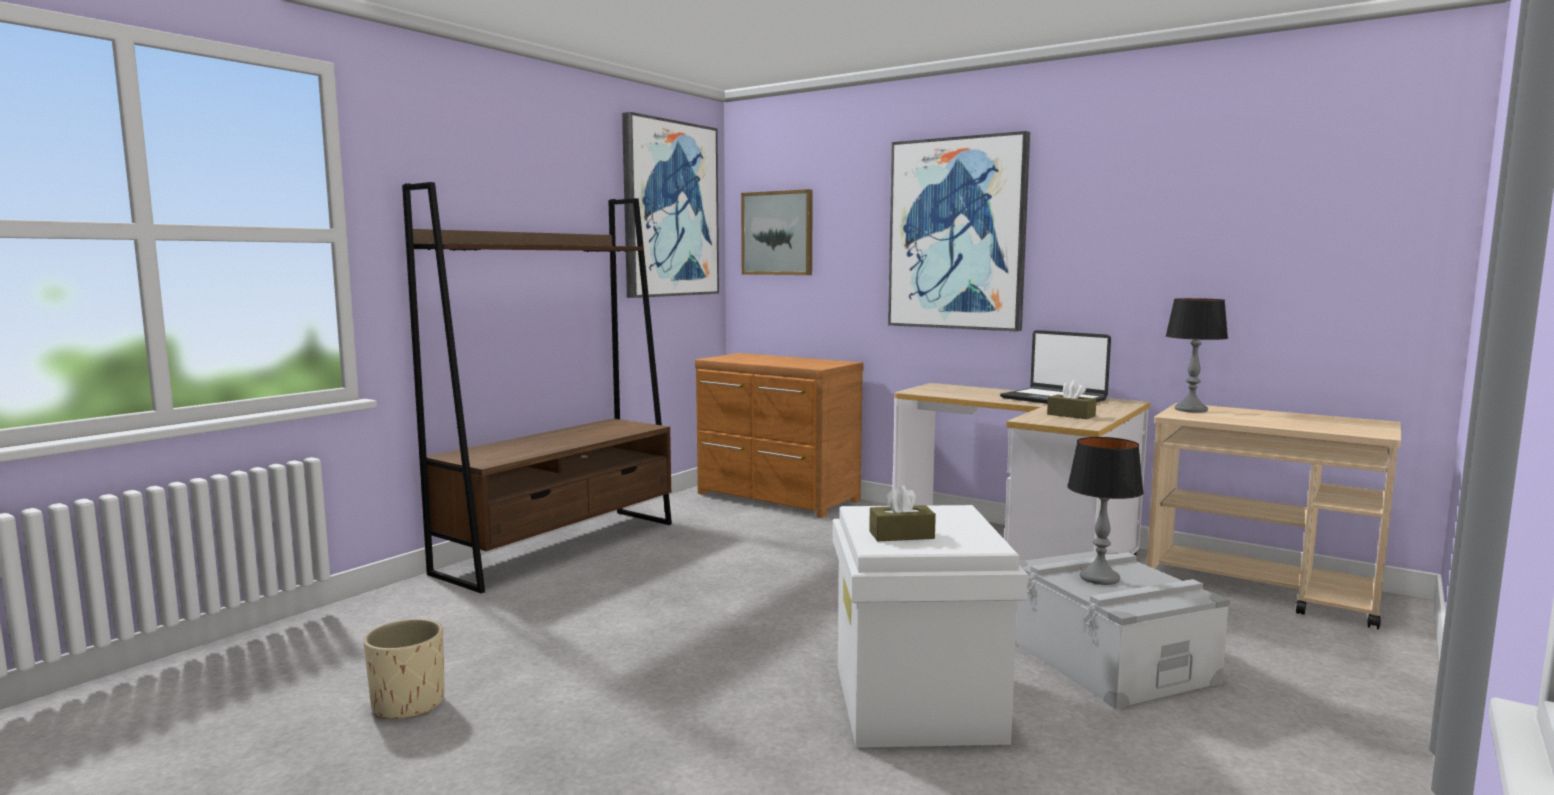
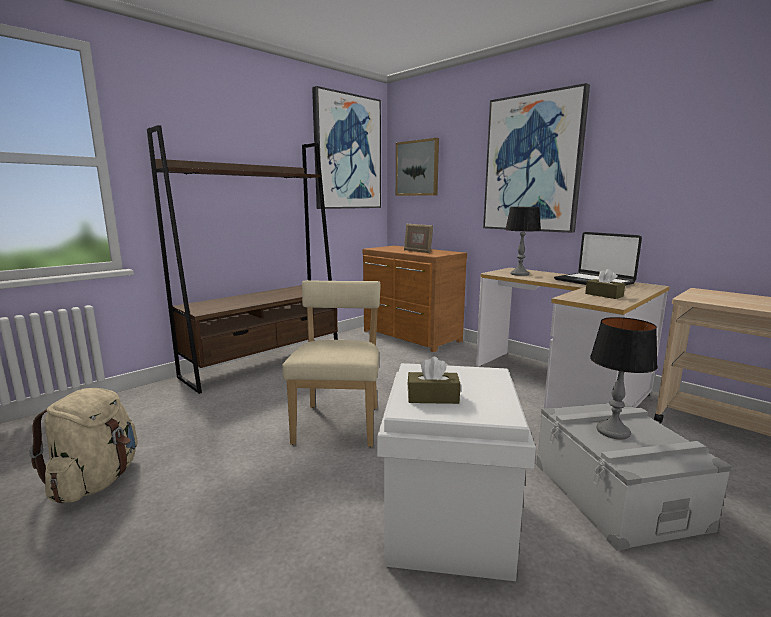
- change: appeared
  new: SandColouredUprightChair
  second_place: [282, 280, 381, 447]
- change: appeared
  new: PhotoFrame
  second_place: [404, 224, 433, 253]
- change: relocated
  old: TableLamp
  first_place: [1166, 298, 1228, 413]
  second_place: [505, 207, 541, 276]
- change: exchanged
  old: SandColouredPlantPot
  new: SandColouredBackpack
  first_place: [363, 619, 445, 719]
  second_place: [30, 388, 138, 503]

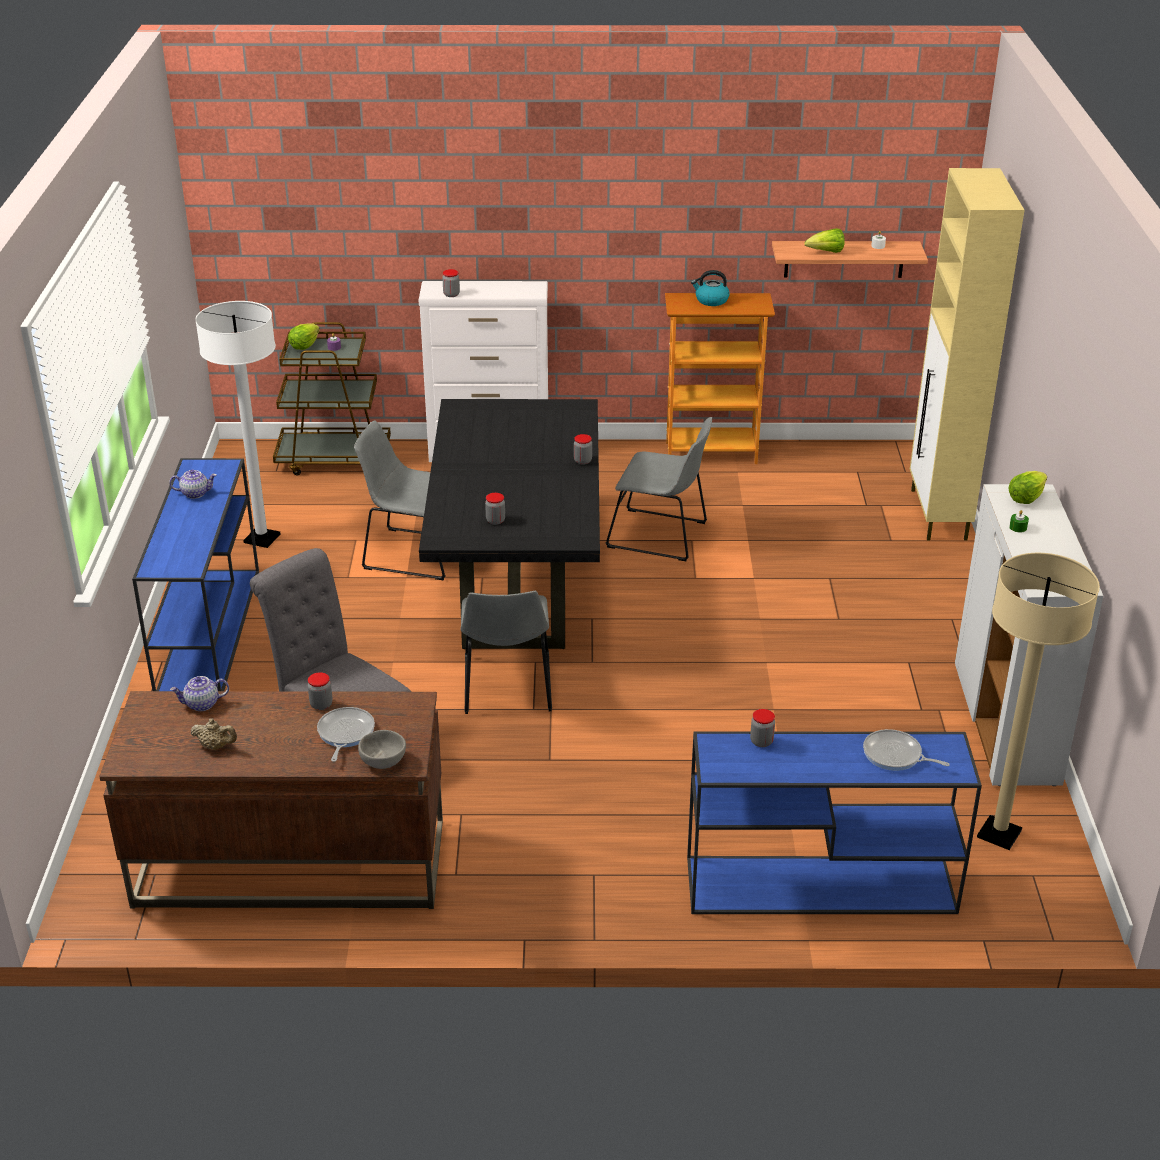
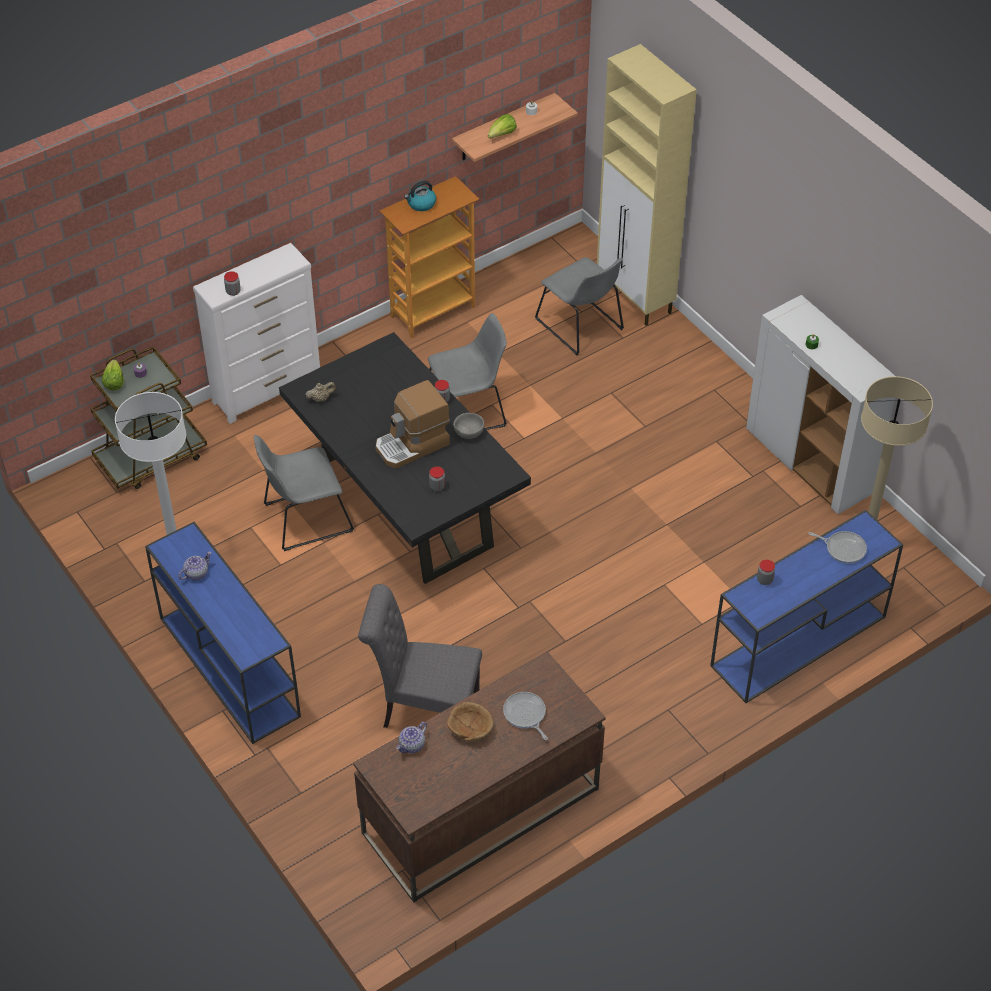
- change: missing
  old: PreserveJar
  first_place: [308, 672, 333, 710]
- change: missing
  old: HeadOfLettuce
  first_place: [1008, 471, 1047, 504]
- change: appeared
  new: CoffeeMachine
  second_place: [376, 380, 450, 469]
- change: appeared
  new: BrownishServingBowl
  second_place: [447, 702, 493, 742]
- change: relocated
  old: SandColouredTeapot
  first_place: [191, 718, 237, 750]
  second_place: [306, 382, 336, 402]
- change: relocated
  old: GreyServingBowl
  first_place: [358, 730, 406, 769]
  second_place: [453, 413, 484, 439]
- change: relocated
  old: GreyUprightChair
  first_place: [461, 591, 552, 714]
  second_place: [535, 257, 624, 355]
- change: spun
  old: FryingPan
  first_place: [863, 729, 950, 771]
  second_place: [808, 531, 867, 564]
  degrees: -150

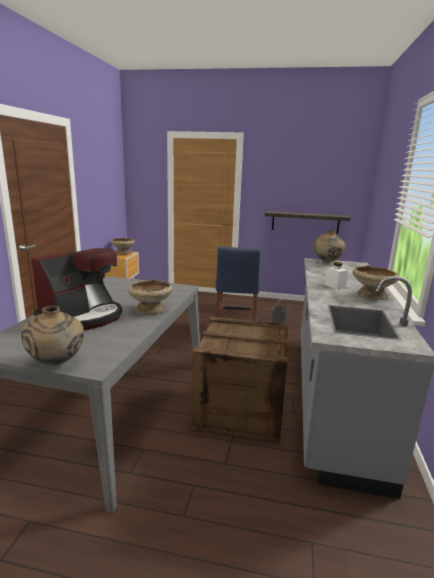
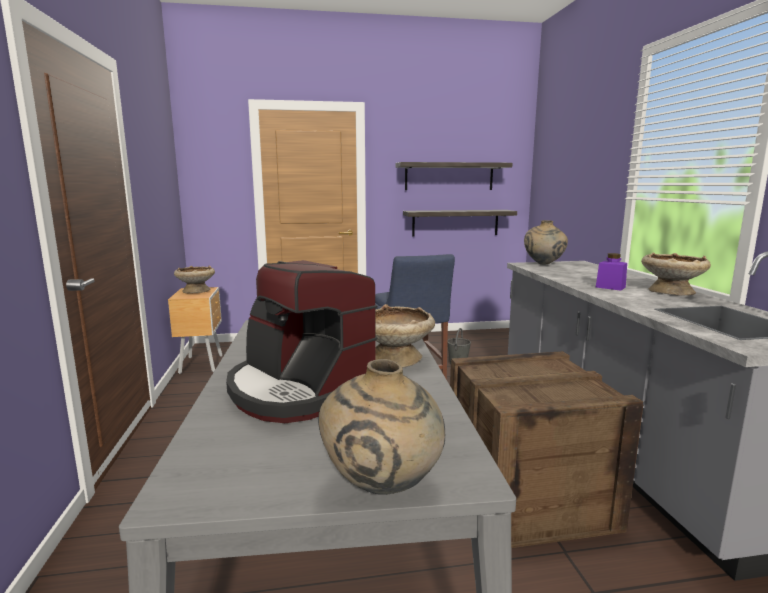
- change: appeared
  new: WallShelf
  second_place: [395, 162, 512, 190]
- change: colour
  old: WhitishPreserveJar
  new: PurplishPreserveJar
  first_place: [324, 262, 348, 289]
  second_place: [596, 253, 627, 291]
- change: spun
  old: CoffeeMachine
  first_place: [31, 248, 122, 330]
  second_place: [226, 260, 378, 423]
  degrees: 120

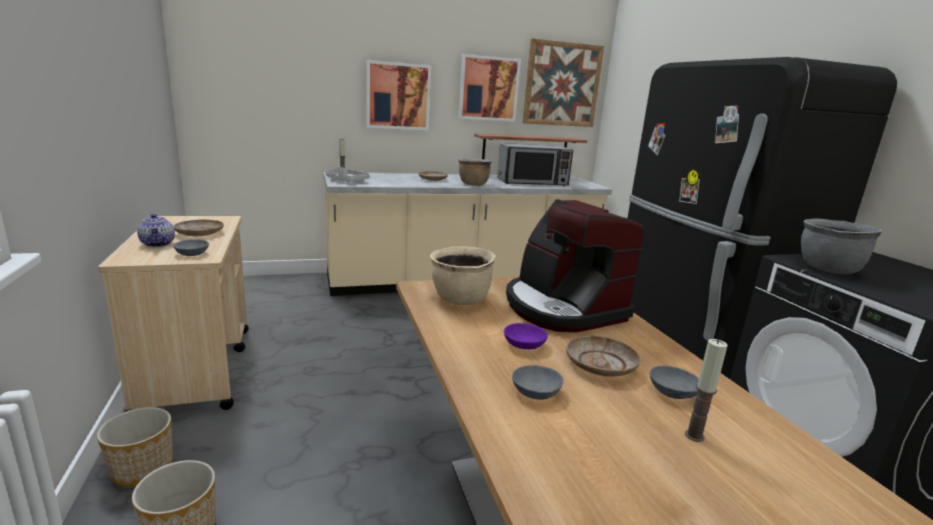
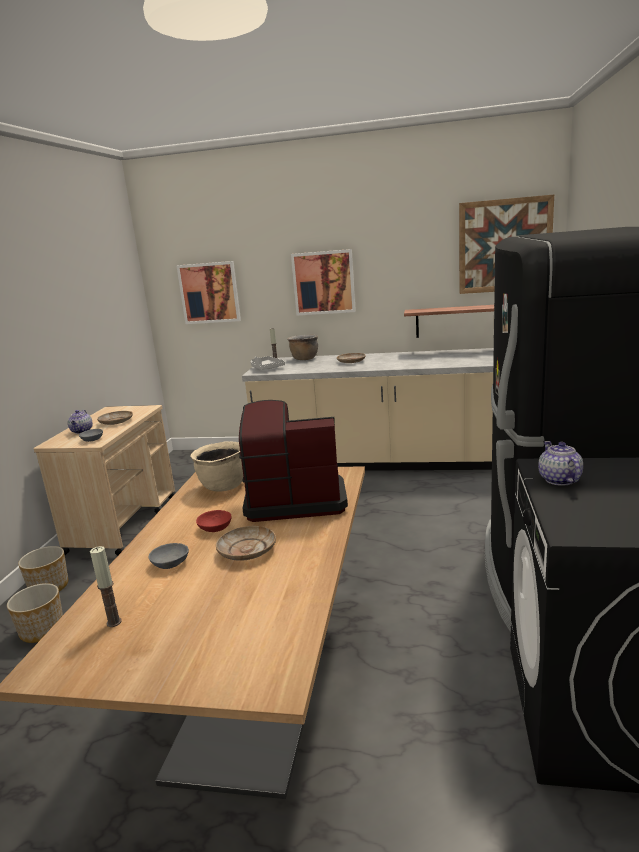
- change: missing
  old: MicrowaveOven
  first_place: [497, 143, 573, 186]
- change: missing
  old: GreyServingBowl
  first_place: [650, 366, 699, 399]
- change: relocated
  old: WallArt
  first_place: [458, 54, 521, 122]
  second_place: [177, 261, 241, 324]
- change: relocated
  old: BrownishSaucepot
  first_place: [458, 158, 492, 186]
  second_place: [287, 335, 318, 360]
- change: relocated
  old: WaxCandle
  first_place: [685, 339, 728, 442]
  second_place: [90, 546, 122, 627]
- change: exchanged
  old: GreySaucepot
  new: Teapot
  first_place: [801, 219, 882, 274]
  second_place: [538, 441, 583, 486]
- change: colour
  old: PurplishServingBowl
  new: ReddishServingBowl
  first_place: [504, 323, 548, 350]
  second_place: [196, 510, 232, 532]
- change: spun
  old: CoffeeMachine
  first_place: [506, 199, 644, 332]
  second_place: [239, 400, 348, 522]
  degrees: 90

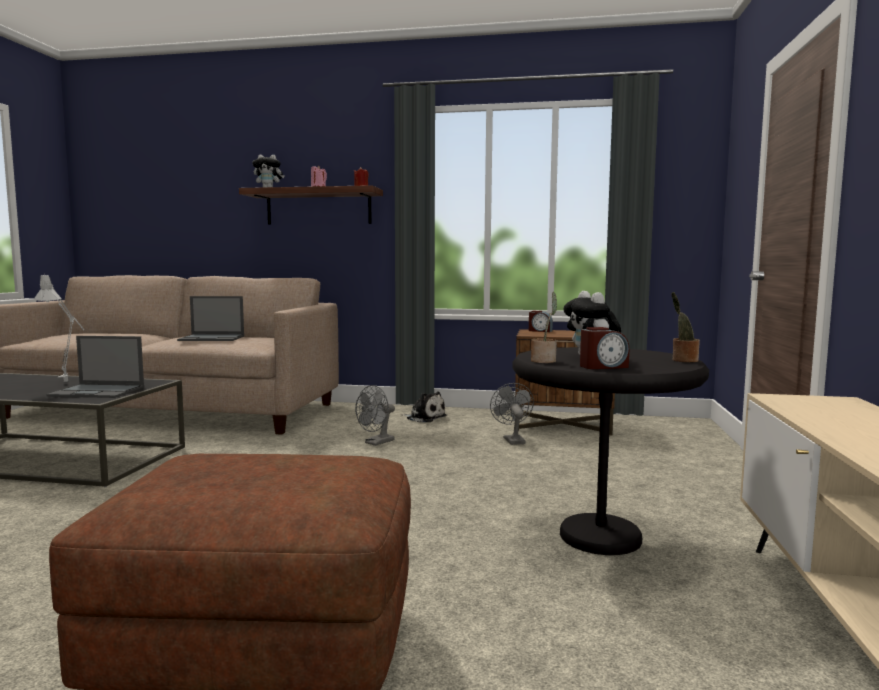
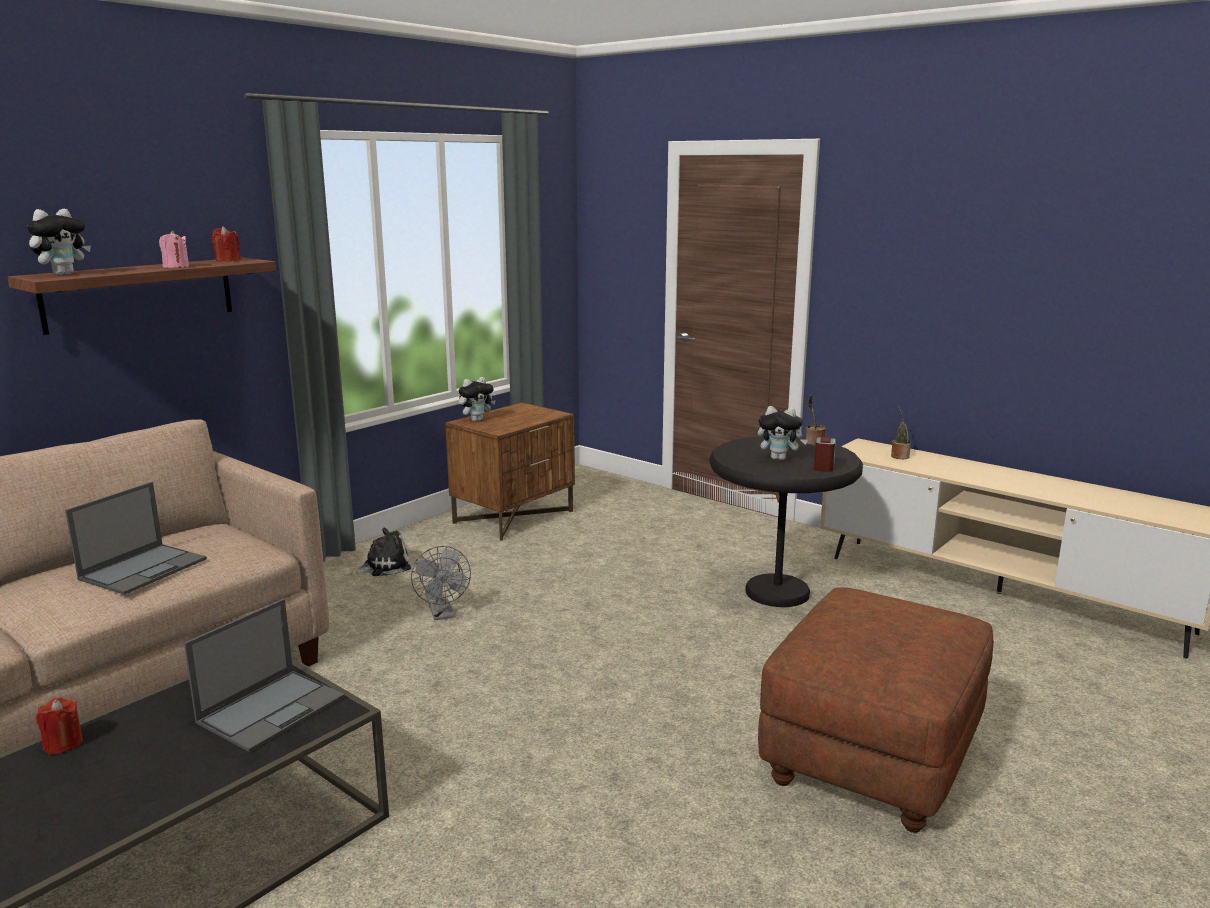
- change: missing
  old: GreyTableLamp
  first_place: [34, 273, 84, 382]
- change: missing
  old: GreyCoolingFan
  first_place: [490, 383, 534, 445]
- change: appeared
  new: ReddishWaxCandle
  second_place: [36, 698, 83, 755]
- change: relocated
  old: PlantInAPot
  first_place: [531, 292, 557, 363]
  second_place: [891, 407, 911, 459]
- change: exchanged
  old: TableClock
  new: SoftToy
  first_place: [529, 311, 553, 332]
  second_place: [459, 377, 496, 422]

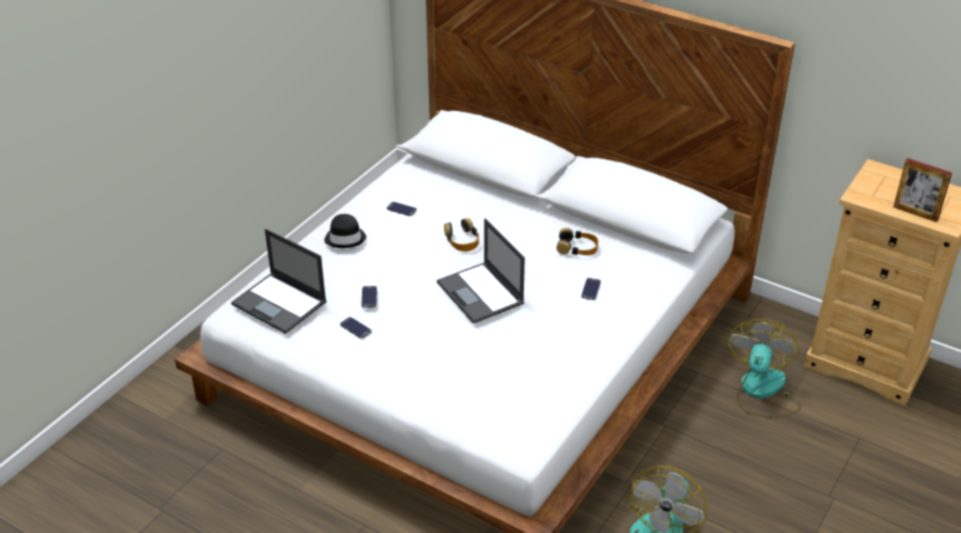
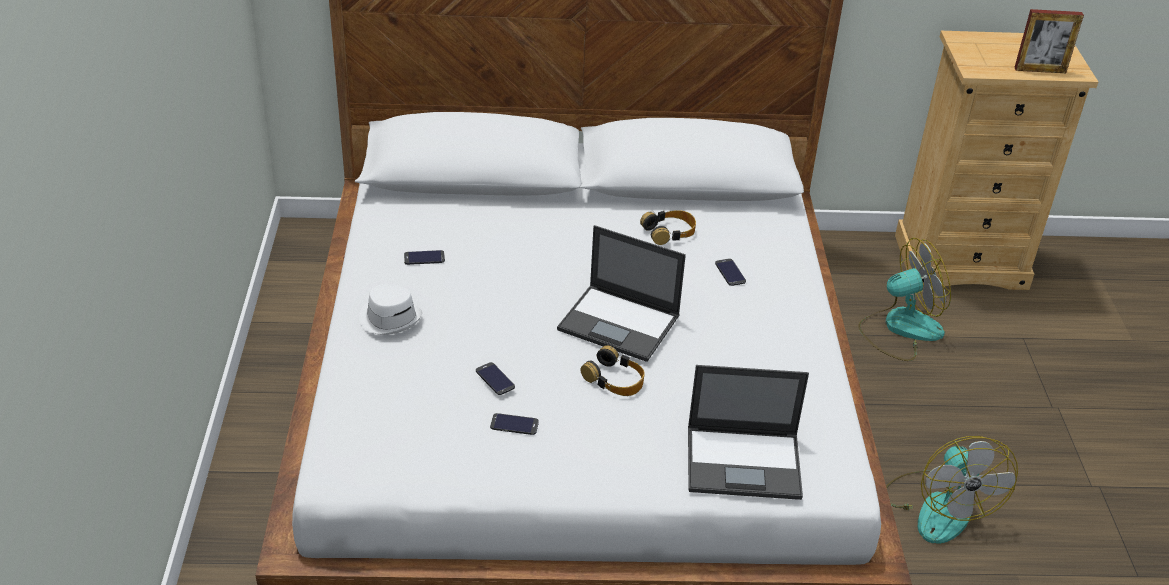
- change: relocated
  old: NotebookComputer
  first_place: [231, 229, 327, 334]
  second_place: [688, 365, 809, 500]
- change: relocated
  old: PairOfHeadphones
  first_place: [444, 218, 479, 252]
  second_place: [580, 345, 645, 396]
- change: colour
  old: BlackishClothingHat
  new: WhitishClothingHat
  first_place: [324, 214, 366, 248]
  second_place: [359, 284, 422, 335]
- change: spun
  old: CoolingFan
  first_place: [728, 319, 801, 418]
  second_place: [858, 238, 951, 361]
  degrees: 90

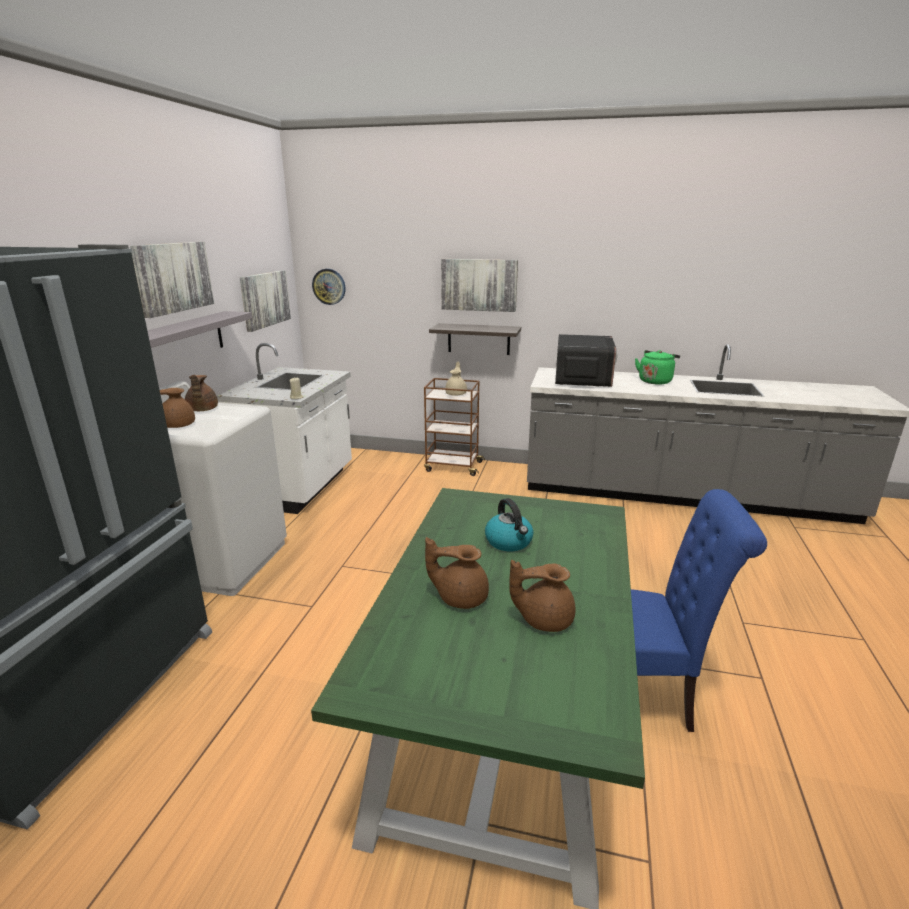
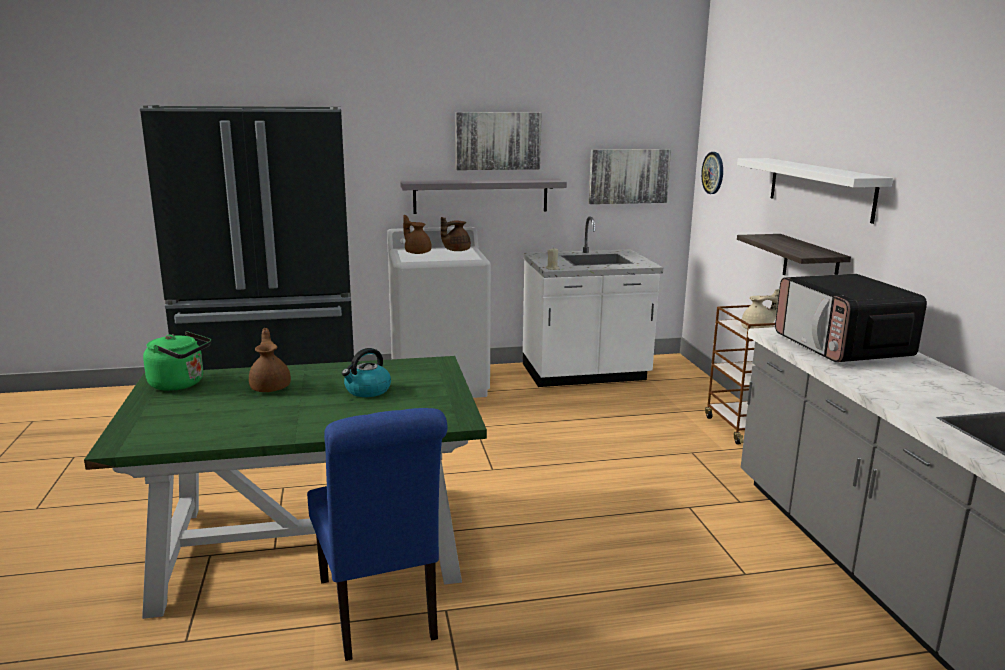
- change: missing
  old: BrownishTeapot
  first_place: [509, 560, 576, 632]
- change: relocated
  old: GreenishKettle
  first_place: [635, 350, 680, 385]
  second_place: [143, 331, 211, 391]
- change: exchanged
  old: WallArt
  new: WhitishWallShelf
  first_place: [441, 259, 518, 312]
  second_place: [737, 158, 893, 224]
- change: spun
  old: MicrowaveOven
  first_place: [555, 334, 617, 387]
  second_place: [775, 274, 927, 362]
  degrees: 90

